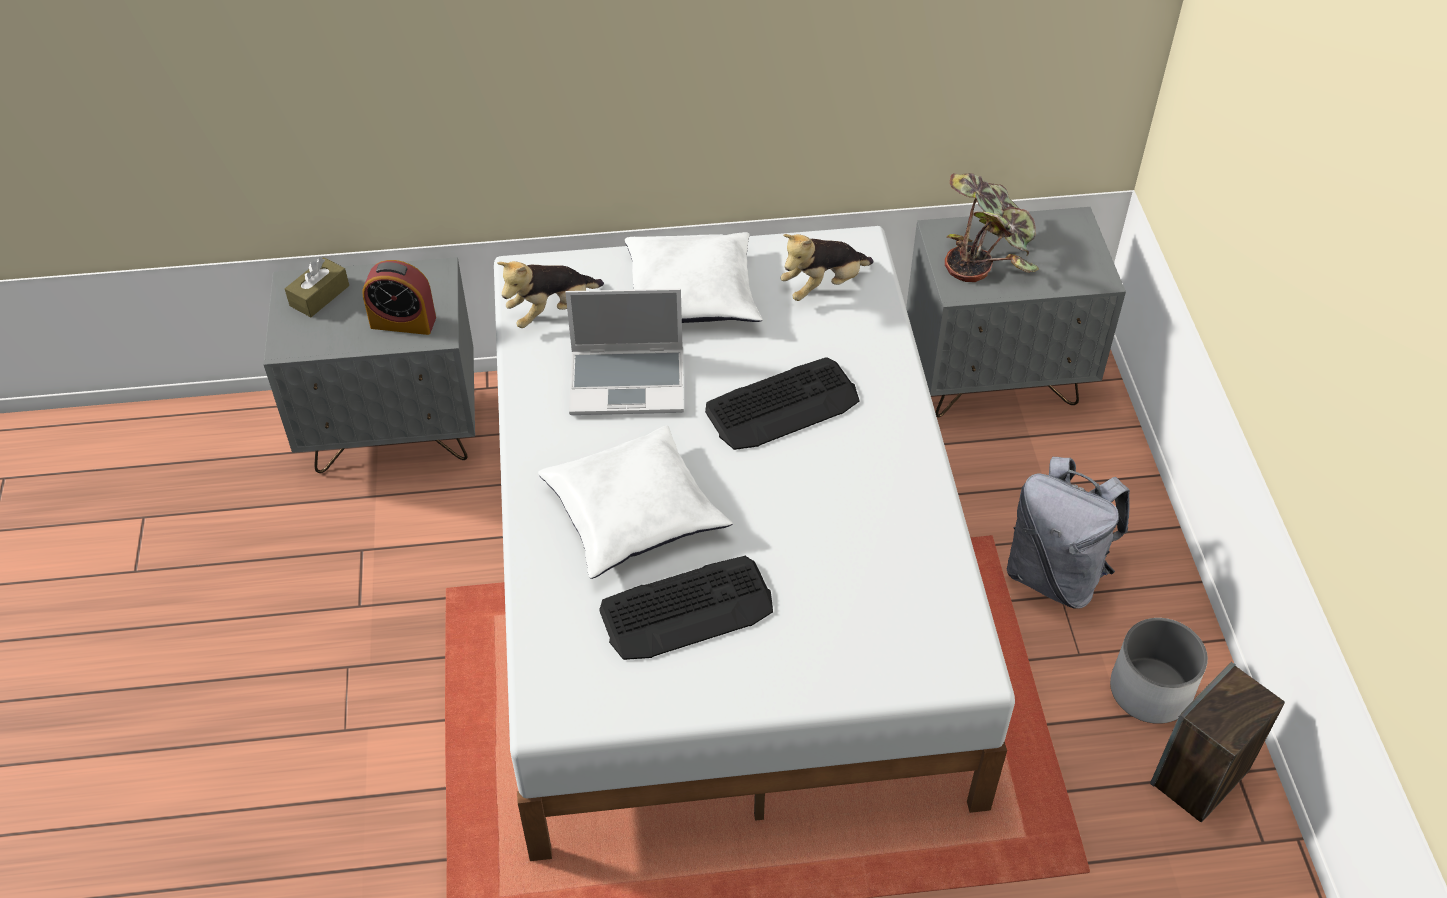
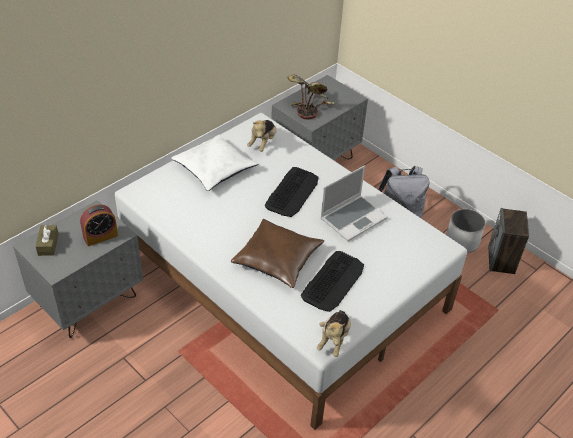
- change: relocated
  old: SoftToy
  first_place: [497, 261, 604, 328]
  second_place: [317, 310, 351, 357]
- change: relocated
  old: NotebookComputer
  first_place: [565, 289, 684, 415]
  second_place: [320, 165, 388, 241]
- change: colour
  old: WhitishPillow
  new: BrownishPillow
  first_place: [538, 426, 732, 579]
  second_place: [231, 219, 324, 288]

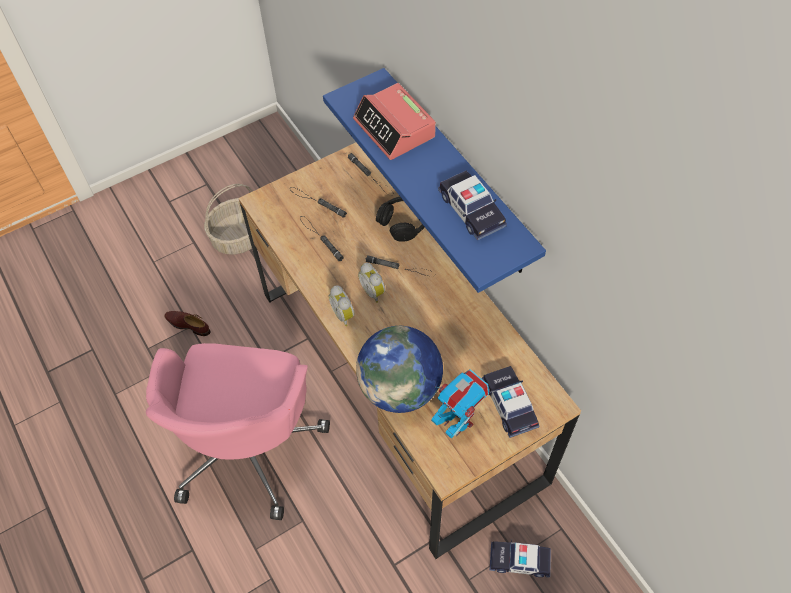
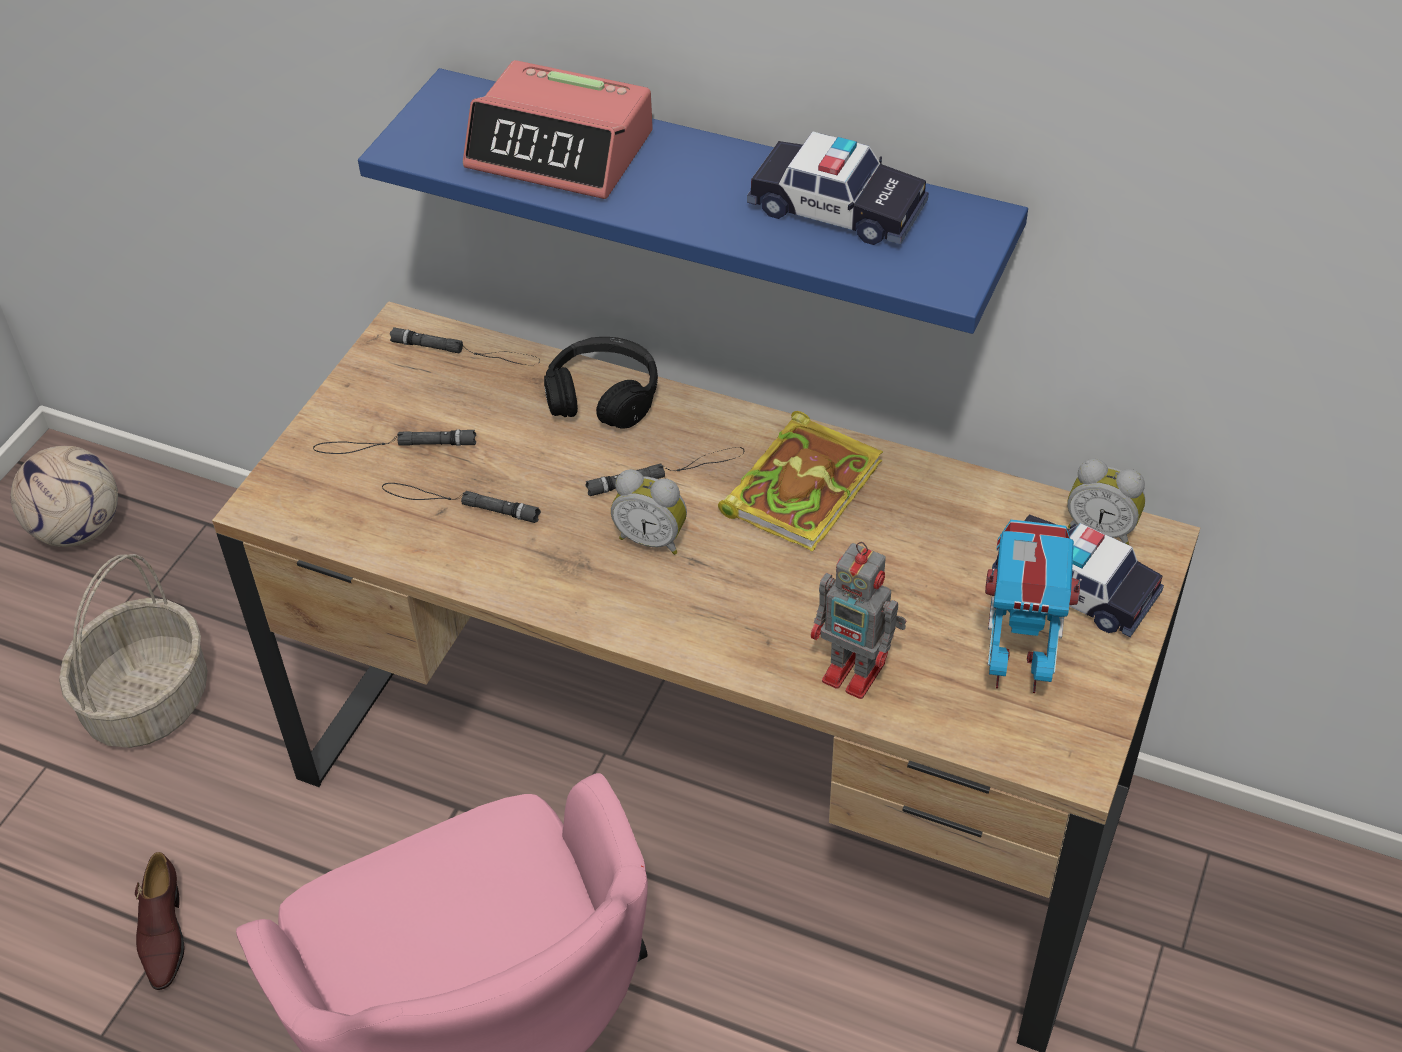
- change: missing
  old: ToyCar
  first_place: [489, 540, 551, 578]
- change: appeared
  new: FootballBall
  second_place: [11, 446, 118, 547]
- change: appeared
  new: Volume
  second_place: [718, 411, 883, 551]
- change: relocated
  old: TableClock
  first_place: [328, 285, 354, 326]
  second_place: [1067, 458, 1145, 545]
- change: exchanged
  old: Globe
  new: ModelRobot
  first_place: [356, 326, 443, 413]
  second_place: [811, 542, 906, 699]
- change: spun
  old: BrownishLowShoe
  first_place: [164, 311, 211, 336]
  second_place: [135, 852, 184, 990]
  degrees: -90

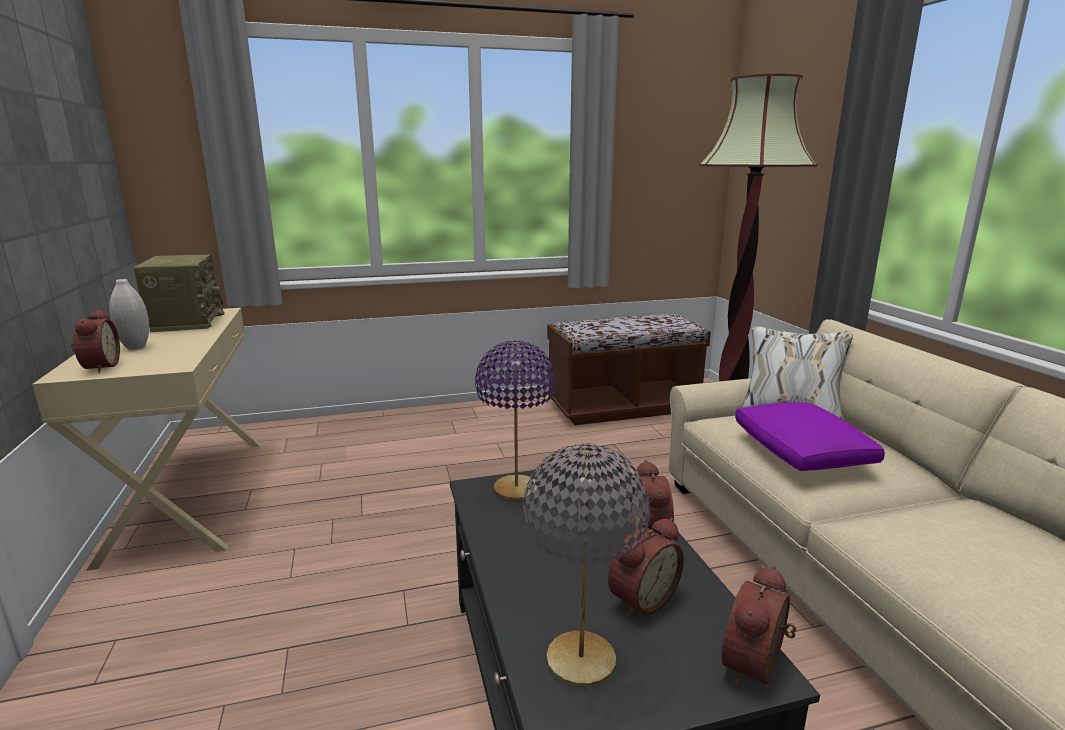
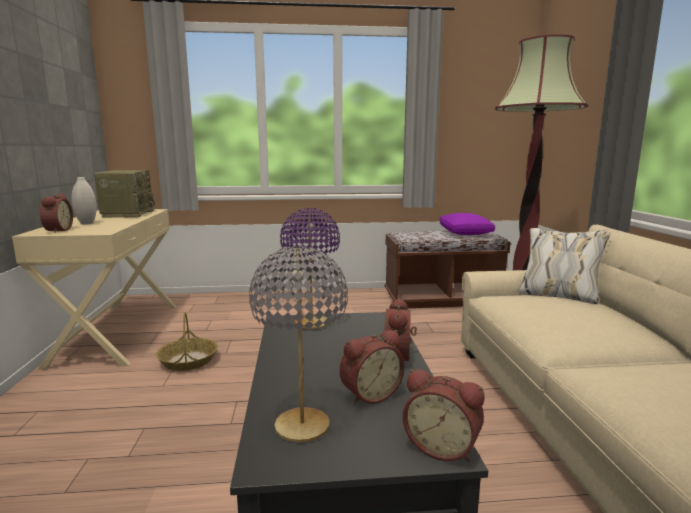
- change: appeared
  new: StorageBasket
  second_place: [156, 312, 218, 371]
- change: relocated
  old: PurplishPillow
  first_place: [735, 402, 885, 471]
  second_place: [439, 213, 495, 235]
- change: spun
  old: TableClock
  first_place: [722, 565, 796, 686]
  second_place: [403, 369, 485, 462]
  degrees: -105

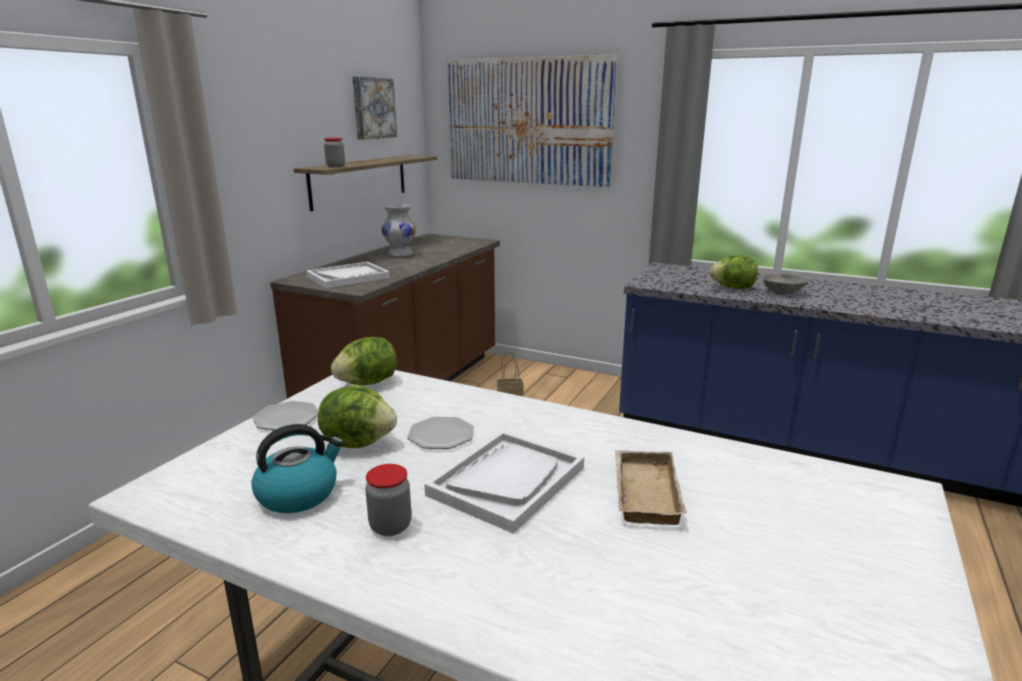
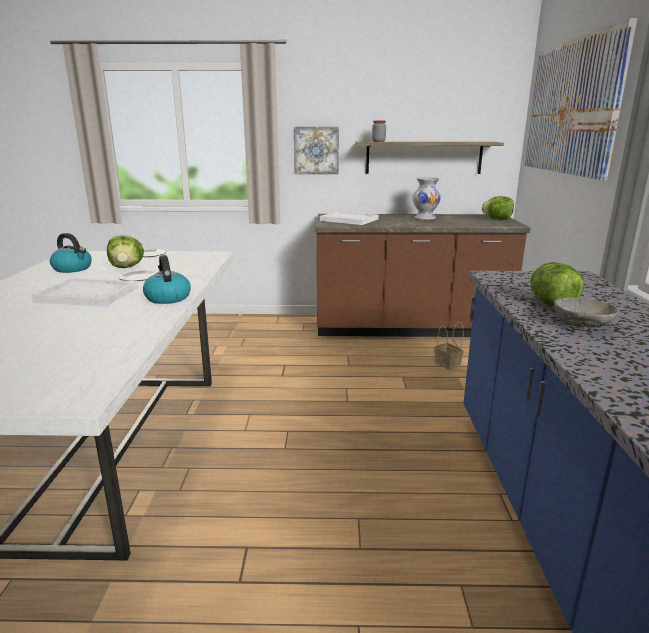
- change: missing
  old: PreserveJar
  first_place: [365, 464, 411, 536]
- change: missing
  old: SandColouredServingTray
  first_place: [615, 450, 687, 525]
- change: appeared
  new: Kettle
  second_place: [143, 255, 191, 304]
- change: relocated
  old: HeadOfLettuce
  first_place: [331, 337, 397, 385]
  second_place: [482, 196, 514, 219]
- change: relocated
  old: WallArt
  first_place: [353, 77, 397, 140]
  second_place: [294, 127, 339, 174]

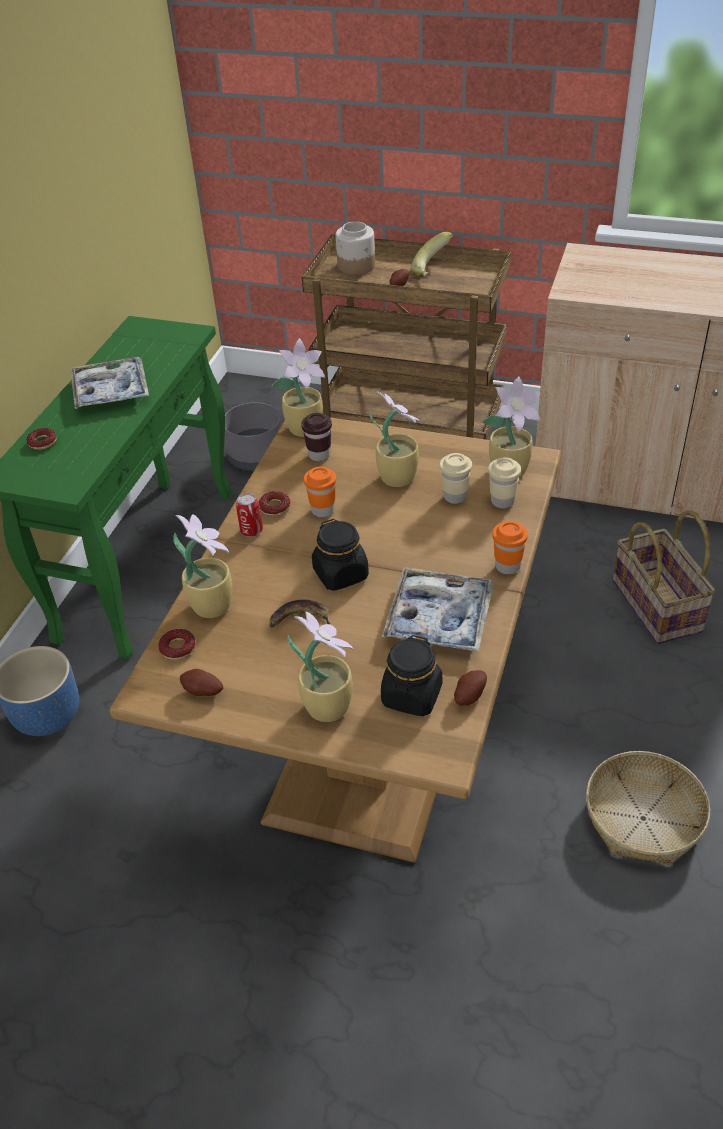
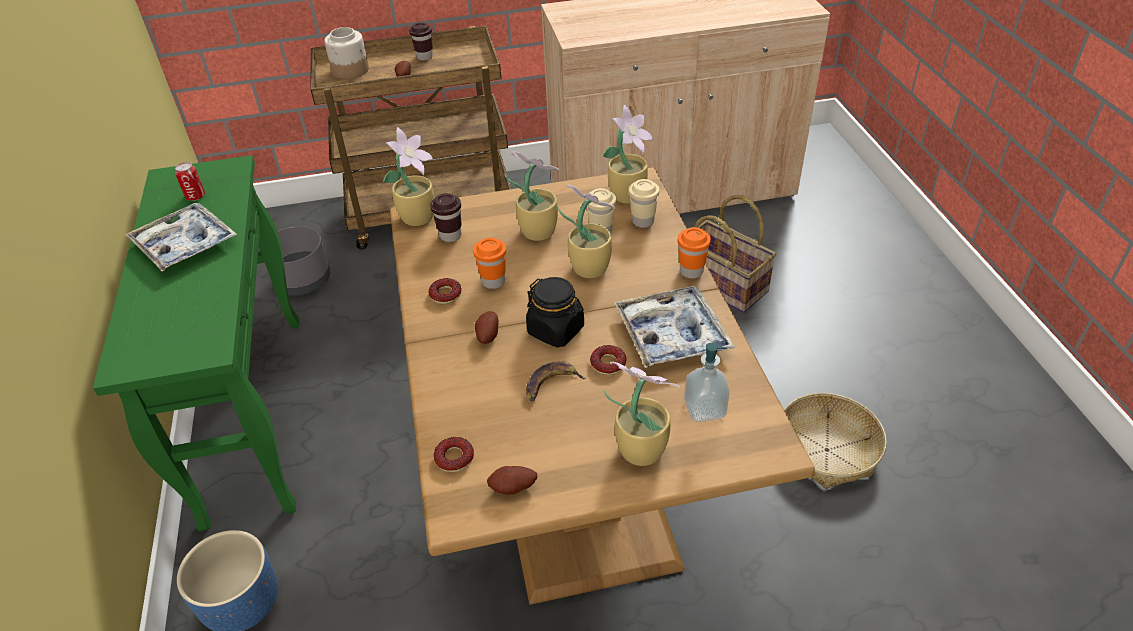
- change: relocated
  old: Doughnut
  first_place: [27, 428, 56, 450]
  second_place: [590, 345, 626, 375]
- change: relocated
  old: PlantInAPot
  first_place: [173, 514, 232, 618]
  second_place: [558, 185, 615, 278]
- change: relocated
  old: SealedCan
  first_place: [236, 493, 263, 537]
  second_place: [175, 162, 205, 201]
- change: relocated
  old: Spud
  first_place: [454, 670, 487, 706]
  second_place: [475, 311, 499, 344]
- change: exchanged
  old: BlackishPreserveJar
  new: LiquidSoapBottle
  first_place: [381, 635, 442, 716]
  second_place: [684, 343, 730, 422]
- change: exchanged
  old: WholeBanana
  new: BrownishSmallCup
  first_place: [411, 232, 453, 276]
  second_place: [409, 22, 433, 61]

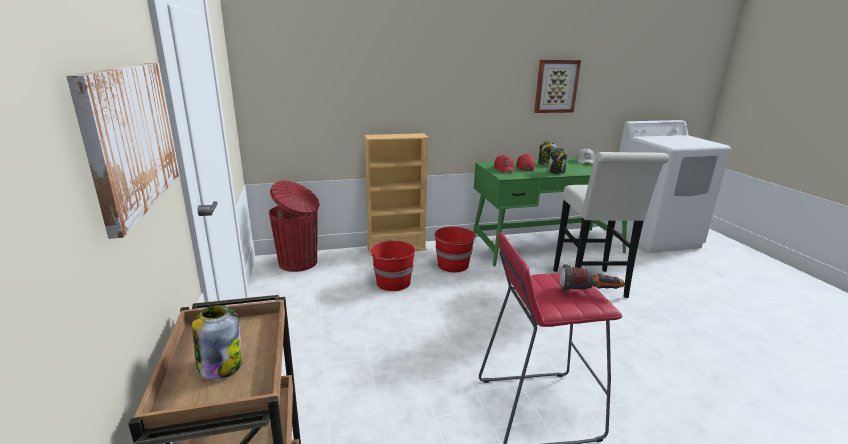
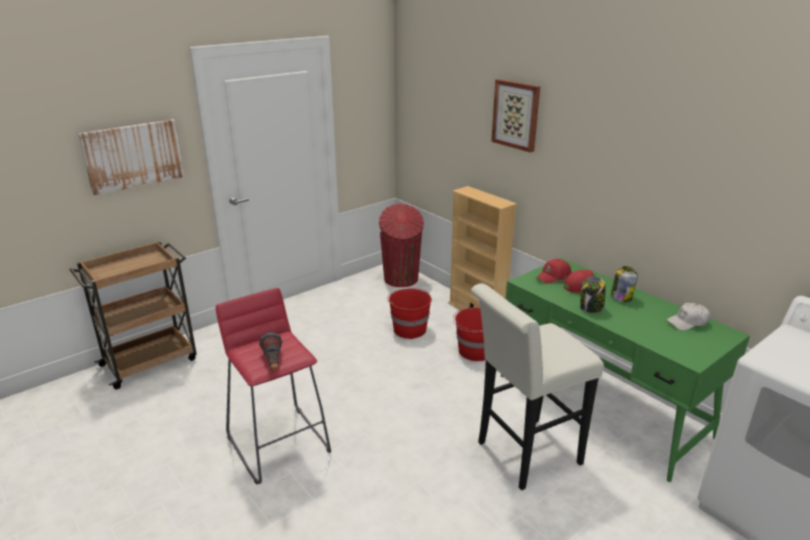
- change: missing
  old: PreserveJar
  first_place: [192, 305, 242, 380]
- change: relocated
  old: WallArt
  first_place: [534, 60, 581, 113]
  second_place: [491, 79, 540, 153]

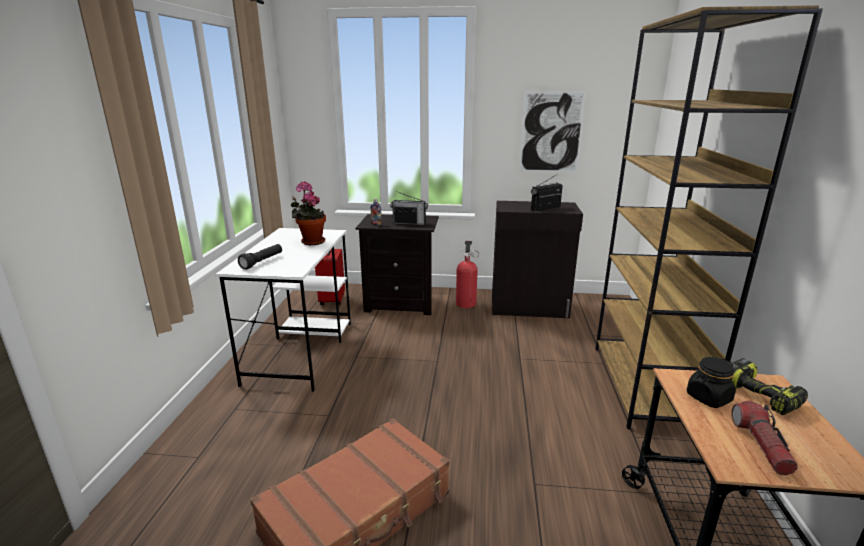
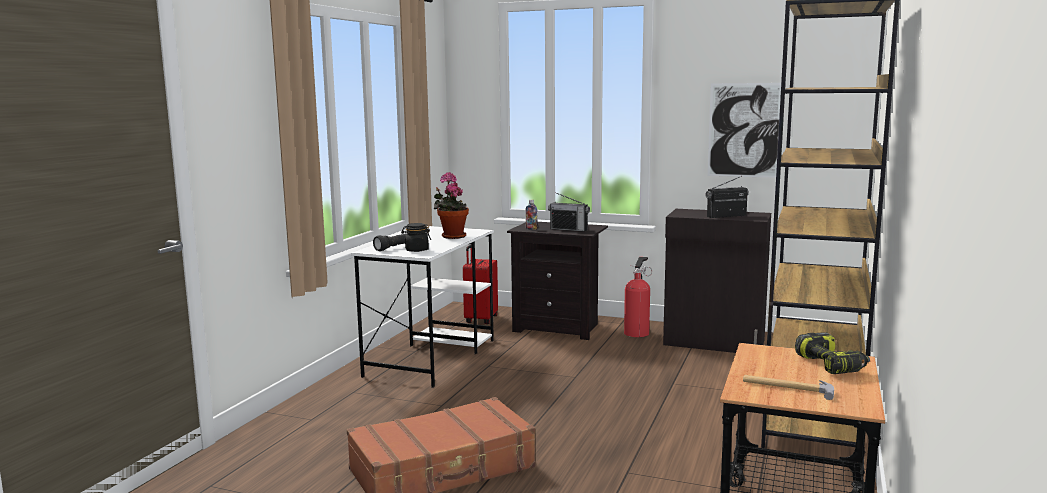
- change: relocated
  old: BlackishPreserveJar
  first_place: [687, 357, 736, 408]
  second_place: [401, 223, 431, 252]
- change: exchanged
  old: HandTorch
  new: HandHammer
  first_place: [731, 401, 798, 475]
  second_place: [743, 375, 834, 400]

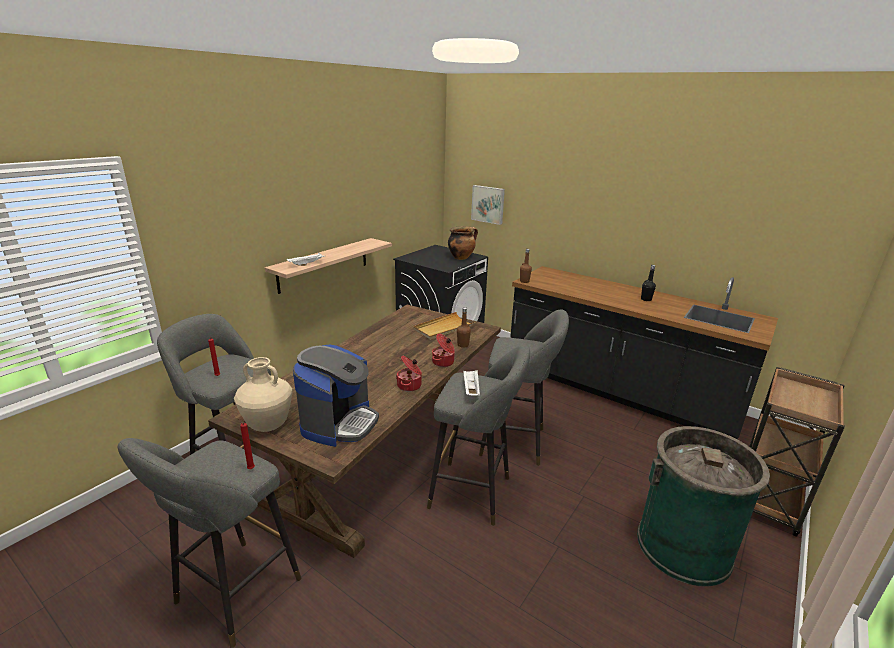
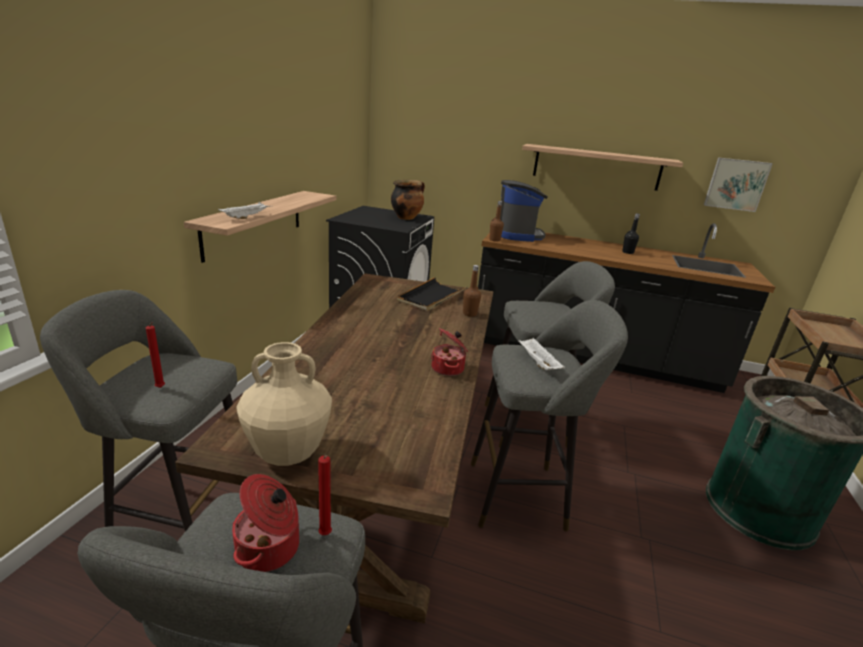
- change: appeared
  new: WallShelf
  second_place: [522, 144, 683, 191]
- change: relocated
  old: CoffeeMachine
  first_place: [293, 344, 379, 447]
  second_place: [500, 180, 548, 242]
- change: relocated
  old: Saucepot
  first_place: [432, 333, 455, 367]
  second_place: [232, 474, 299, 572]
- change: relocated
  old: WallArt
  first_place: [471, 185, 505, 225]
  second_place: [704, 157, 773, 212]
- change: colour
  old: SandColouredServingTray
  new: BlackishServingTray
  first_place: [413, 312, 476, 340]
  second_place: [397, 277, 467, 311]

